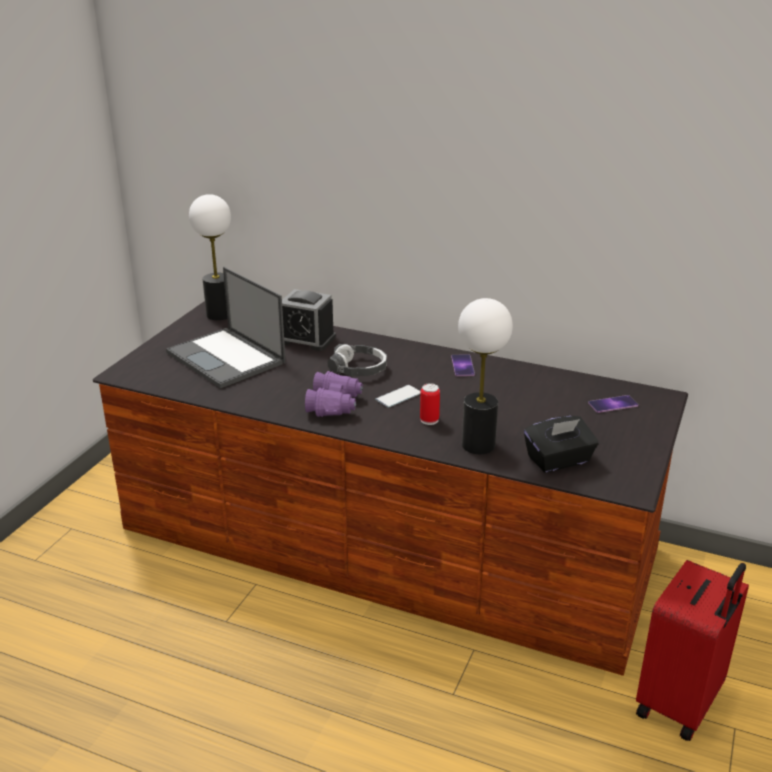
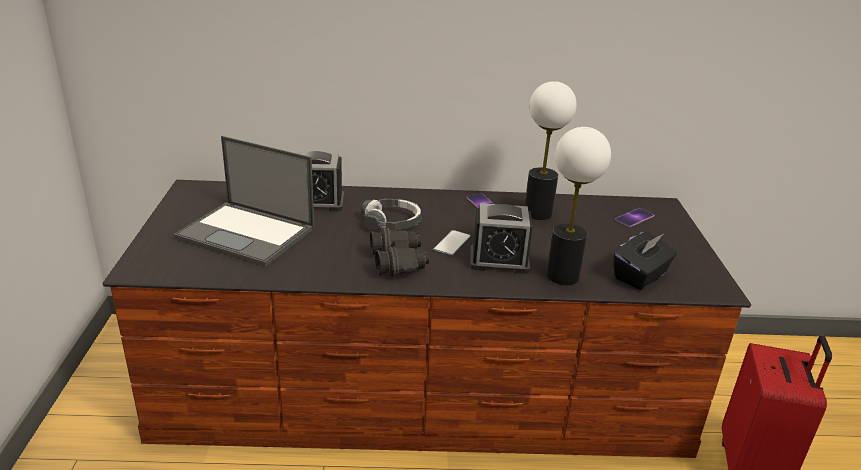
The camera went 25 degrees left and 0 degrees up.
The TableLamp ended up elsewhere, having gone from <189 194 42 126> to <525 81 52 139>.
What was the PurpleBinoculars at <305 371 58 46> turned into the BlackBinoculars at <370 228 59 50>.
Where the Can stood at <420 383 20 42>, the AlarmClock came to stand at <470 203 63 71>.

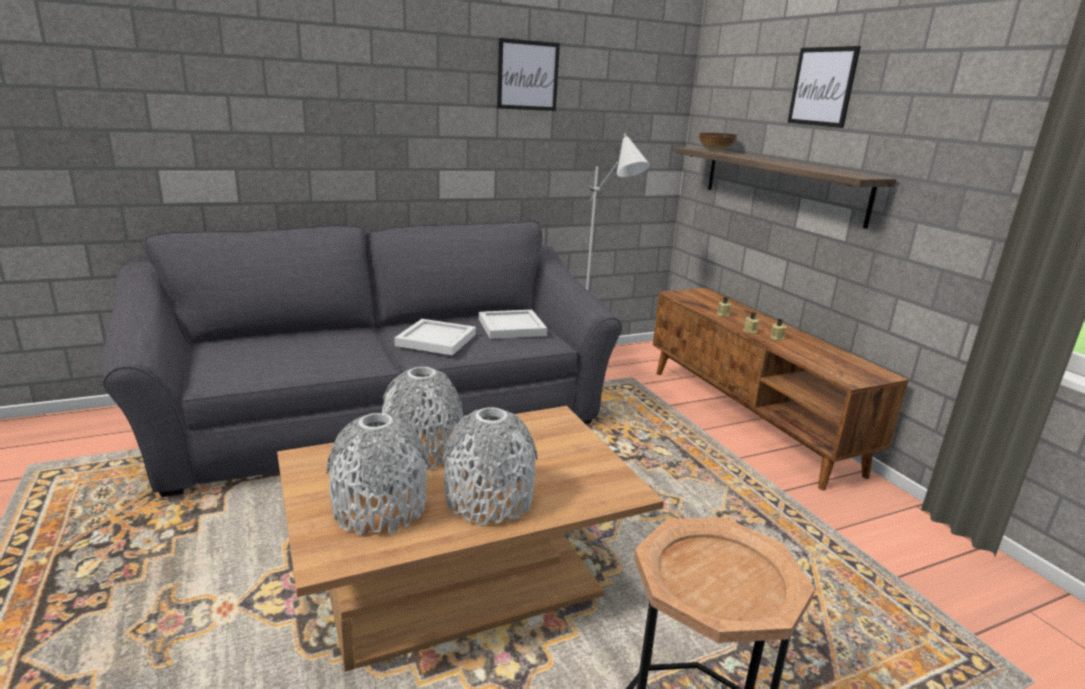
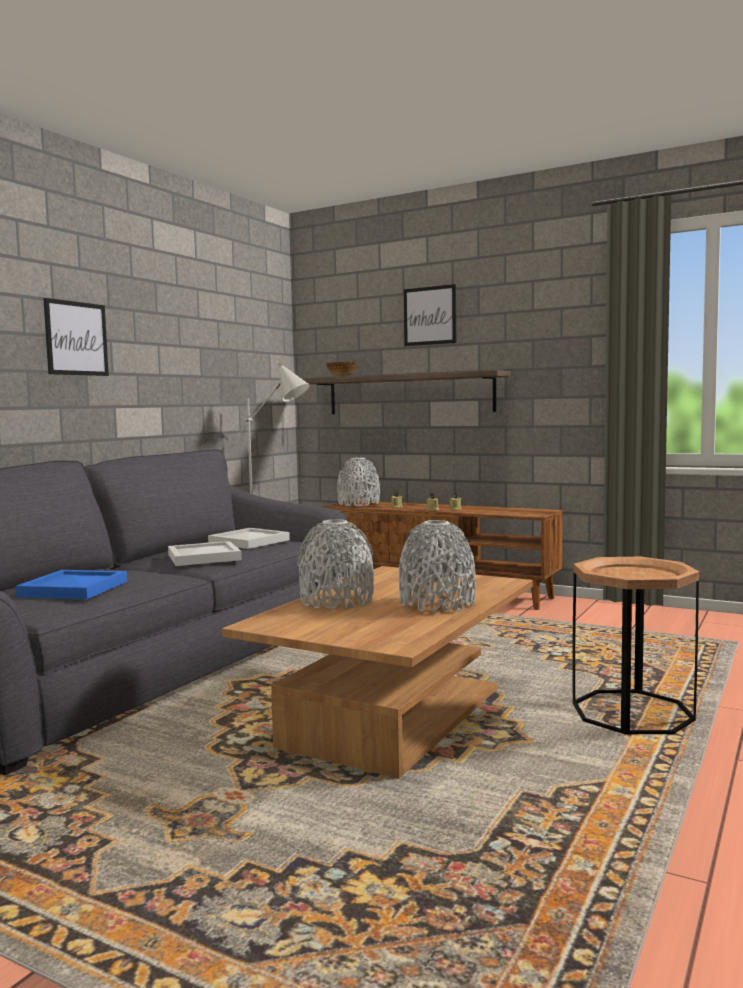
The camera went 35 degrees left and 15 degrees down.
The Picture ended up elsewhere, having gone from <497 38 63 73> to <43 298 66 78>.
The GreyVase ended up elsewhere, having gone from <326 413 102 122> to <337 458 43 49>.
The second view gained the BlueTray at <16 570 111 29>.

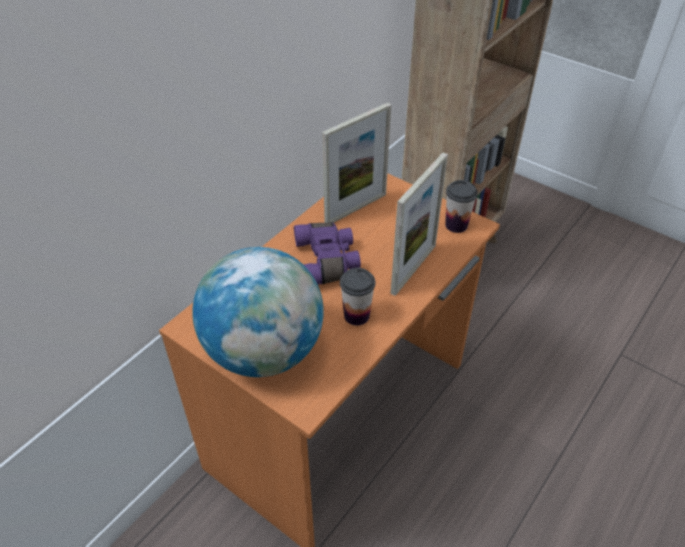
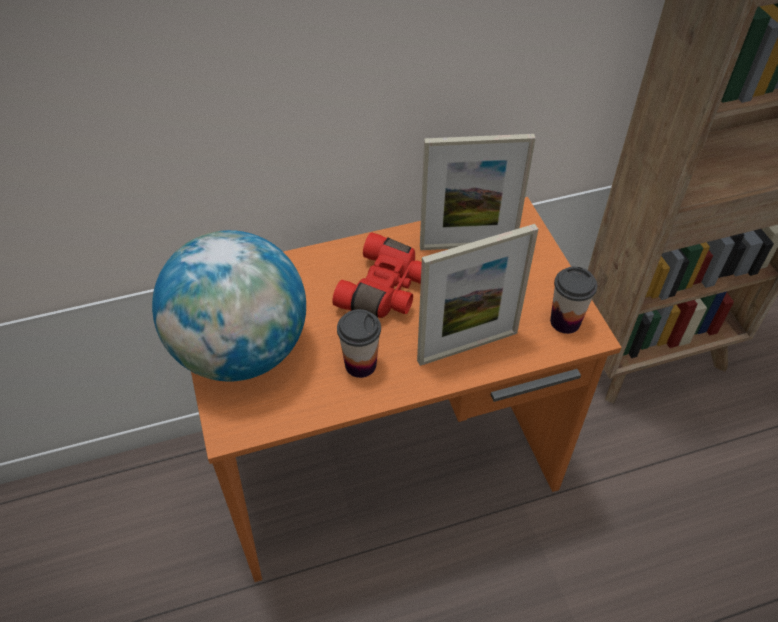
The camera went 35 degrees right and 5 degrees up.
What was the PurpleBinoculars at <294 222 67 63> turned into the RedBinoculars at <332 233 90 85>.

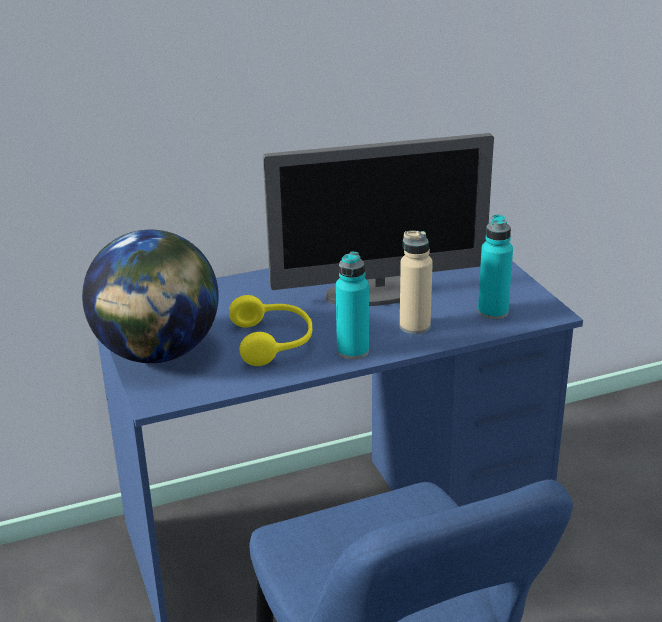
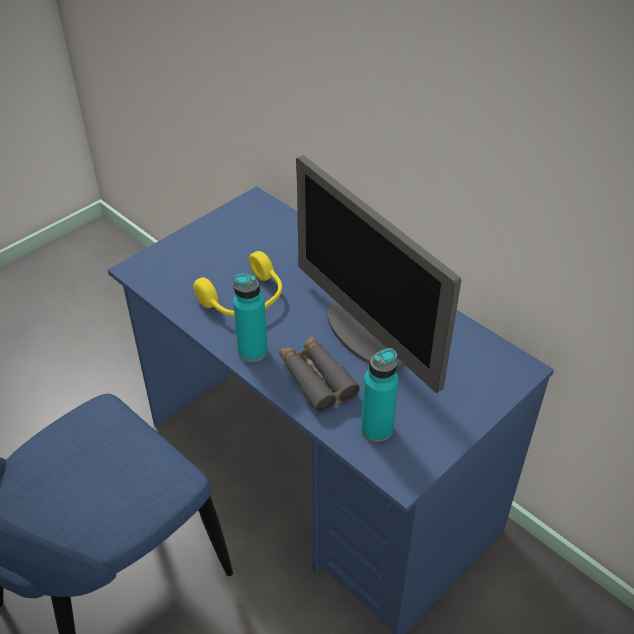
The camera went 65 degrees right and 15 degrees up.
The second view lost the Globe at <82 229 137 134>.
Where the BeigeBottle stood at <400 231 33 104>, the GreyBinoculars came to stand at <279 336 81 77>.

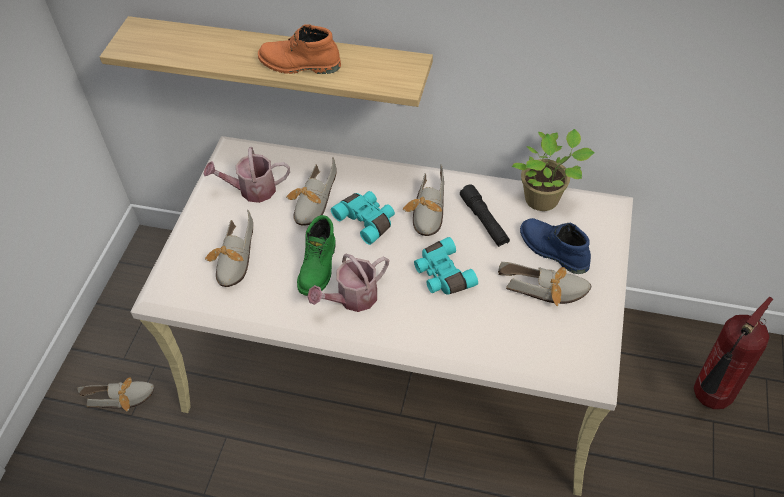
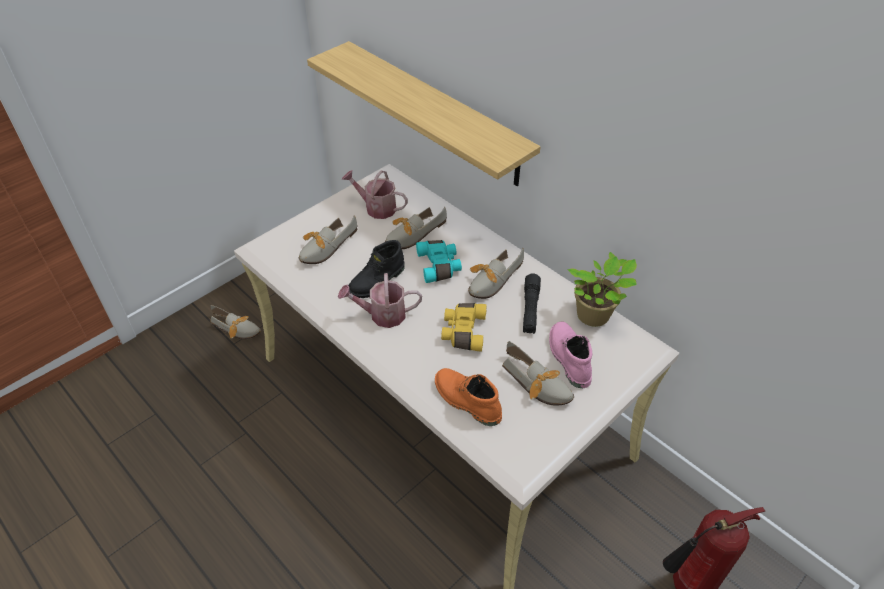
The camera went 30 degrees right and 5 degrees down.
The OrangeBoot ended up elsewhere, having gone from <258 24 83 50> to <435 368 67 58>.
What was the GreenBoot at <297 215 39 81> turned into the BlackBoot at <348 240 57 58>.
What was the BlueBoot at <520 218 71 56> turned into the PinkBoot at <549 321 43 67>.
What was the TurquoiseBinoculars at <414 237 64 58> turned into the YellowBinoculars at <441 303 46 48>.

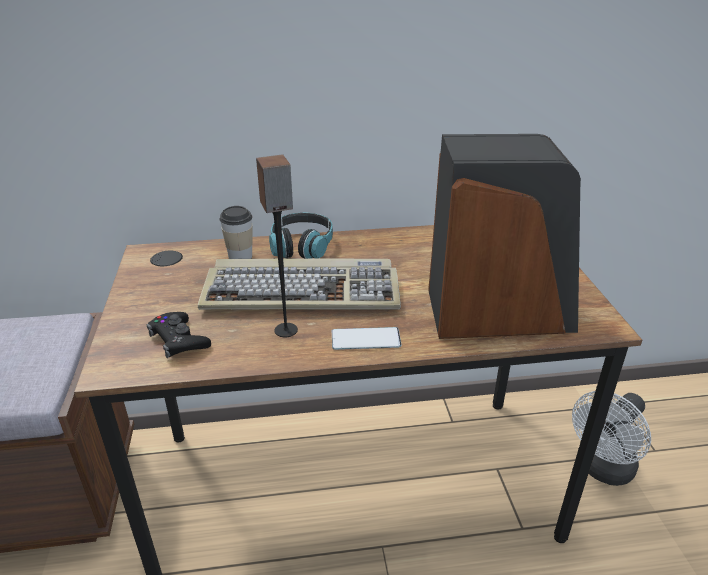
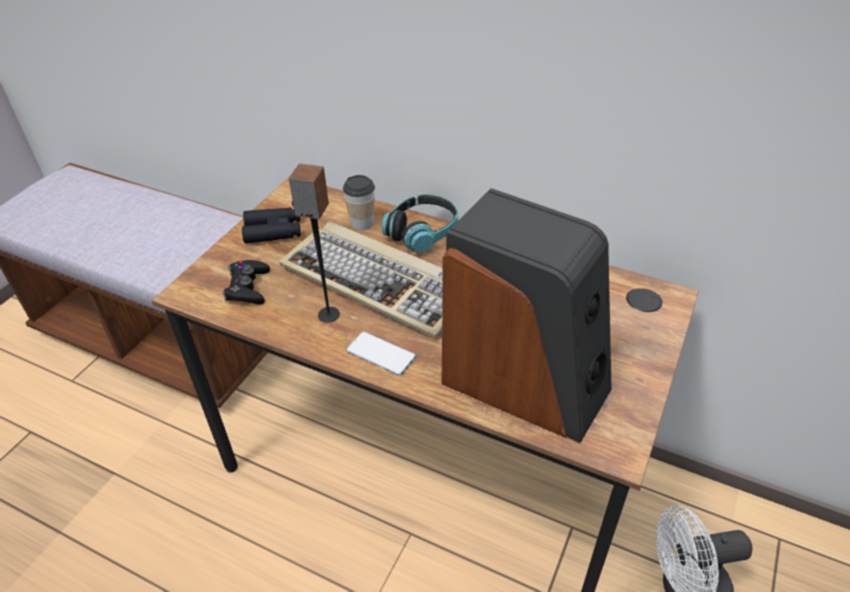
The camera went 35 degrees right and 10 degrees up.
The second view gained the BlackBinoculars at <242 207 59 37>.

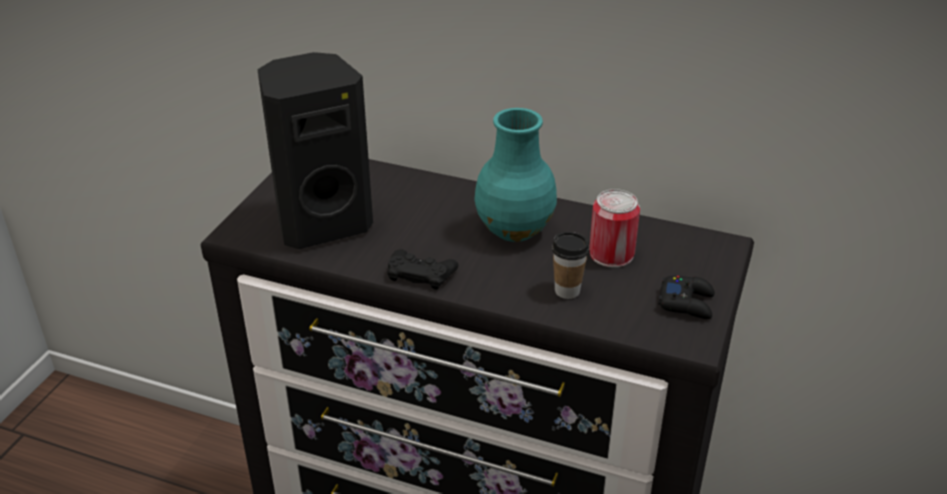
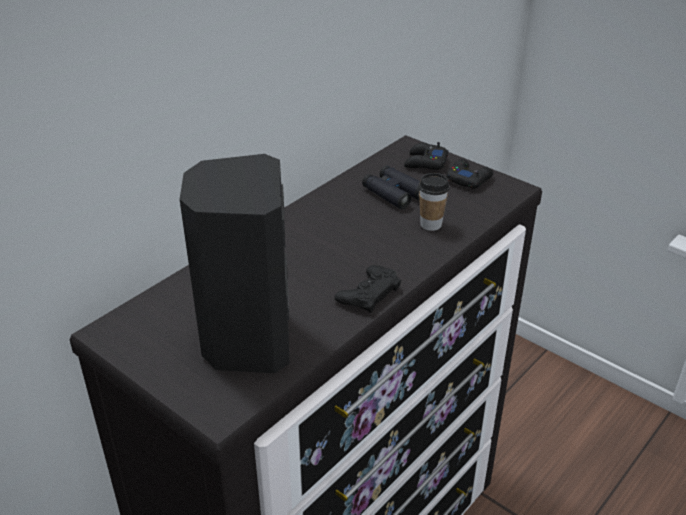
The camera went 70 degrees left and 0 degrees up.
The second view lost the TurquoiseVase at <474 108 83 134>.
Where the Can stood at <589 189 51 78>, the BlackBinoculars came to stand at <362 166 58 43>.
The second view gained the BlackGameController at <404 142 45 28>.

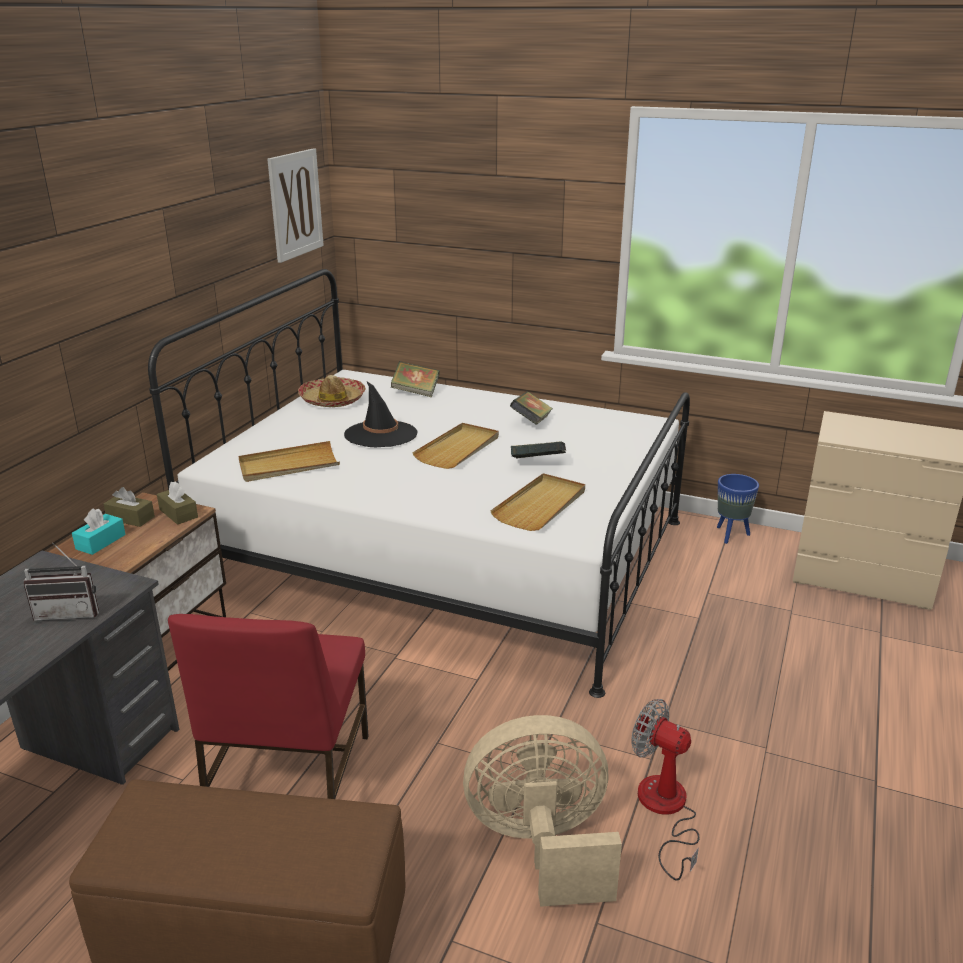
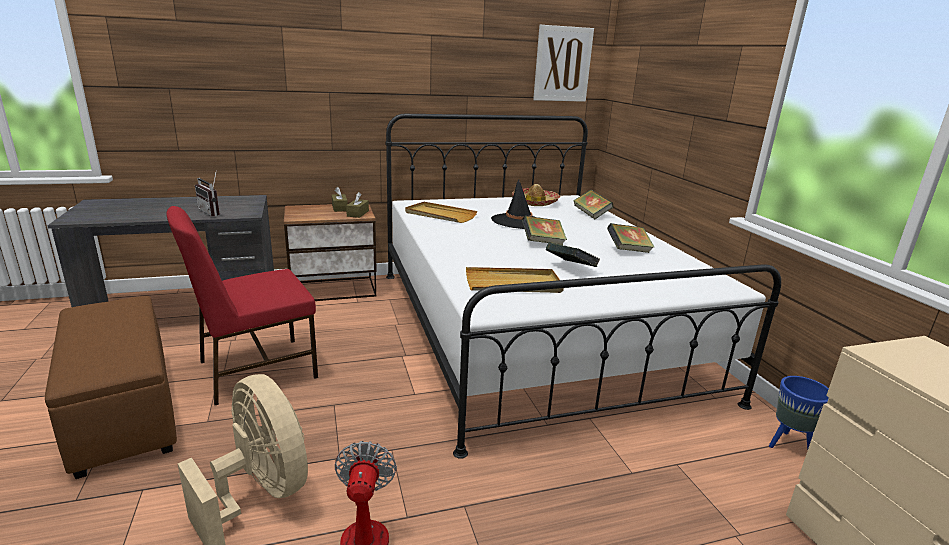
The camera went 50 degrees right and 5 degrees down.
Where the BeigeTray stood at <412 423 87 46>, the Book came to stand at <522 216 45 29>.
The second view lost the TurquoiseTissueBox at <72 508 54 47>.

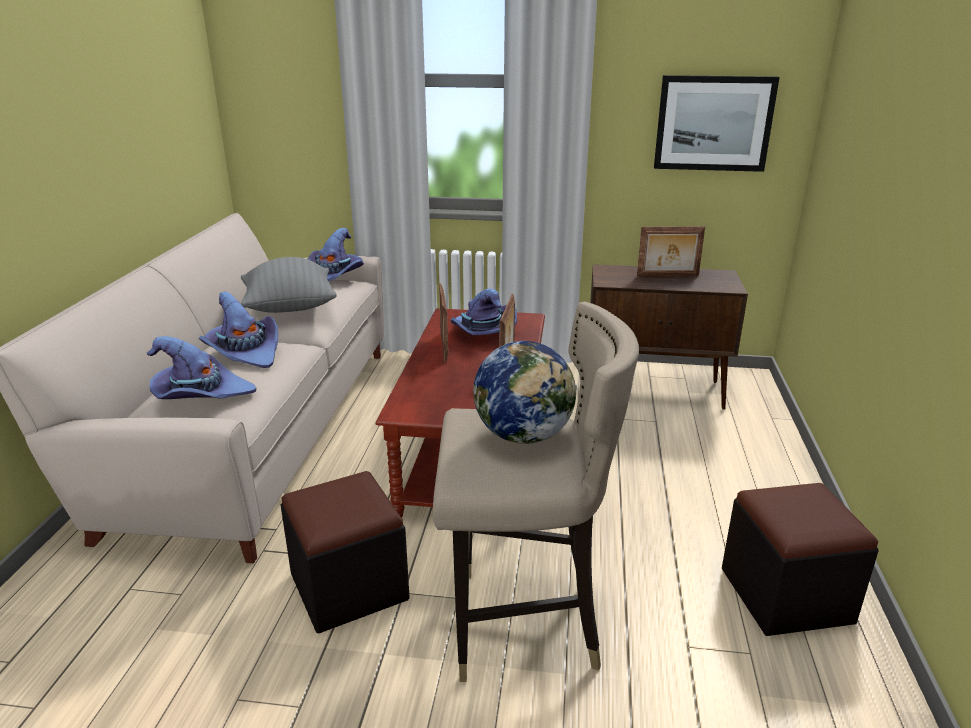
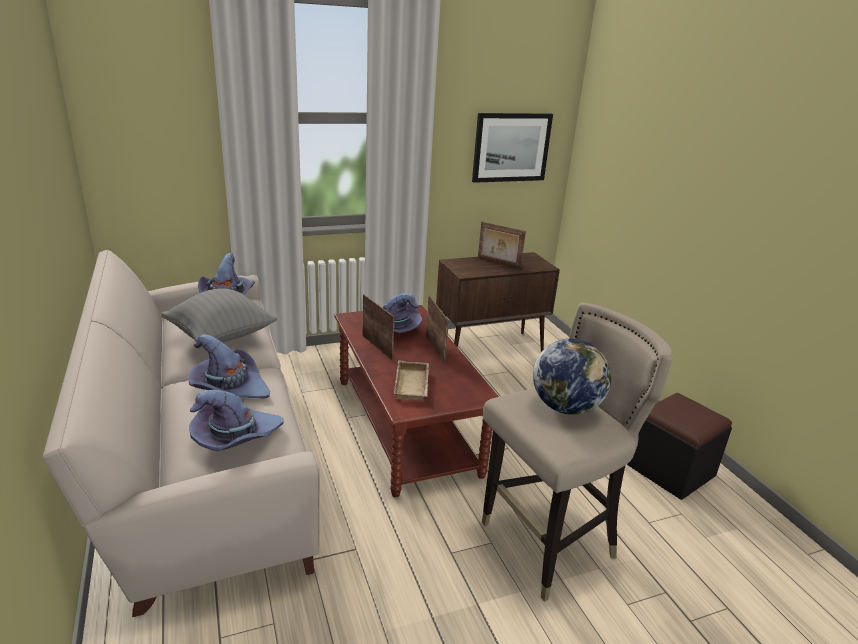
The camera went 30 degrees left and 0 degrees up.
The PictureFrame at <637 226 68 50> ended up facing another way, 60 degrees clockwise from before.
The second view lost the BlackOttoman at <281 471 129 163>.
The second view gained the BeigeTray at <394 360 35 40>.

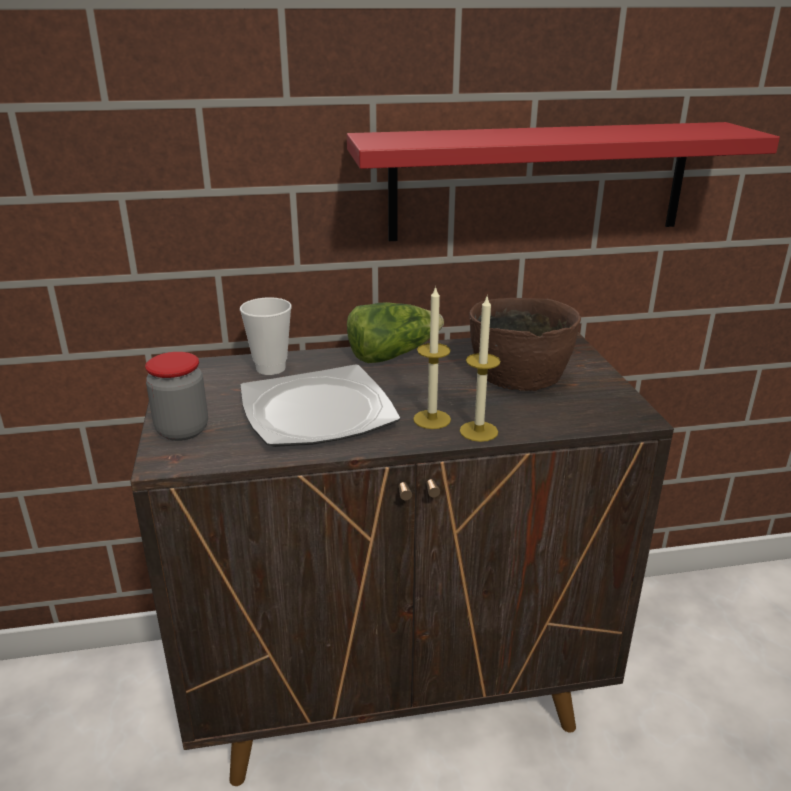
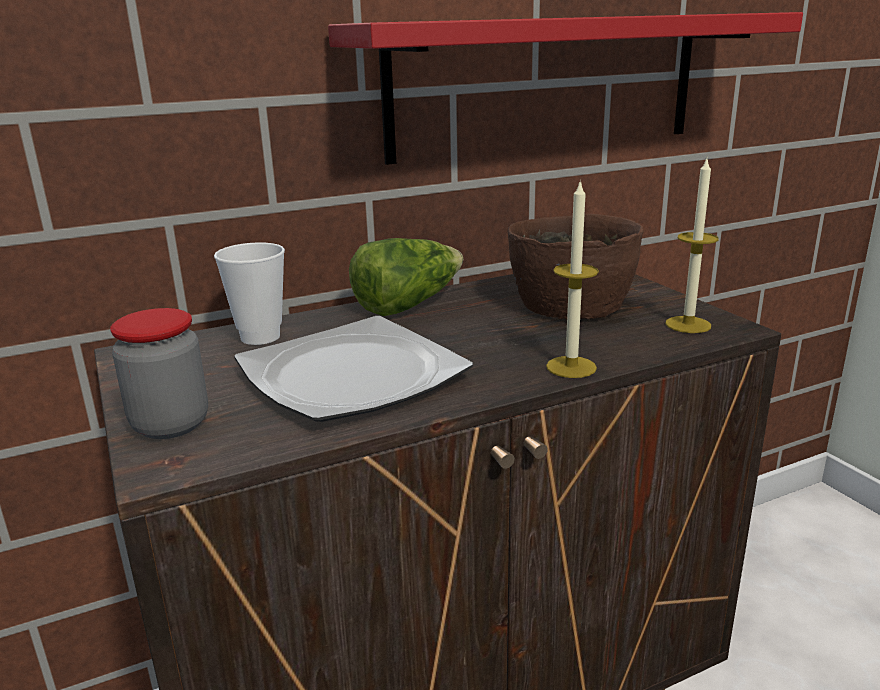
The camera went 15 degrees left and 5 degrees down.
The Candle ended up elsewhere, having gone from <413 286 38 143> to <665 156 54 177>.

